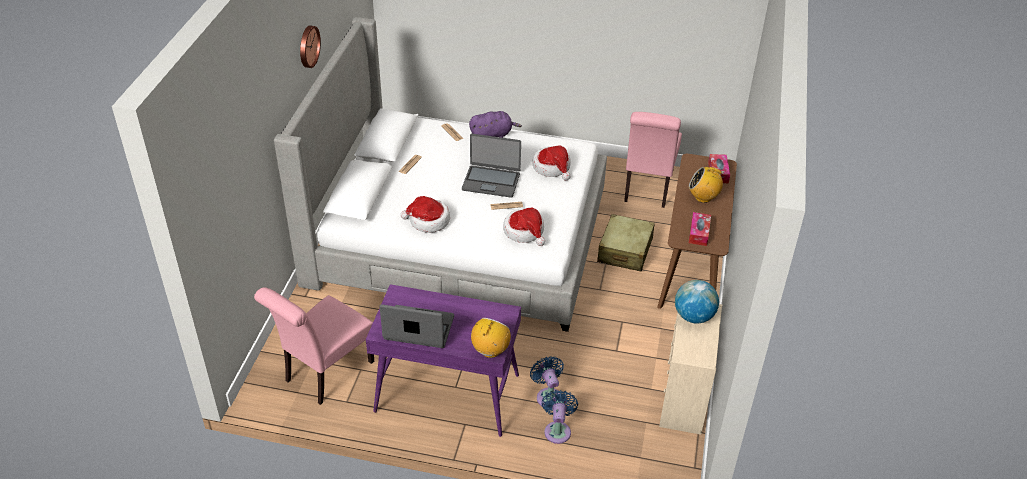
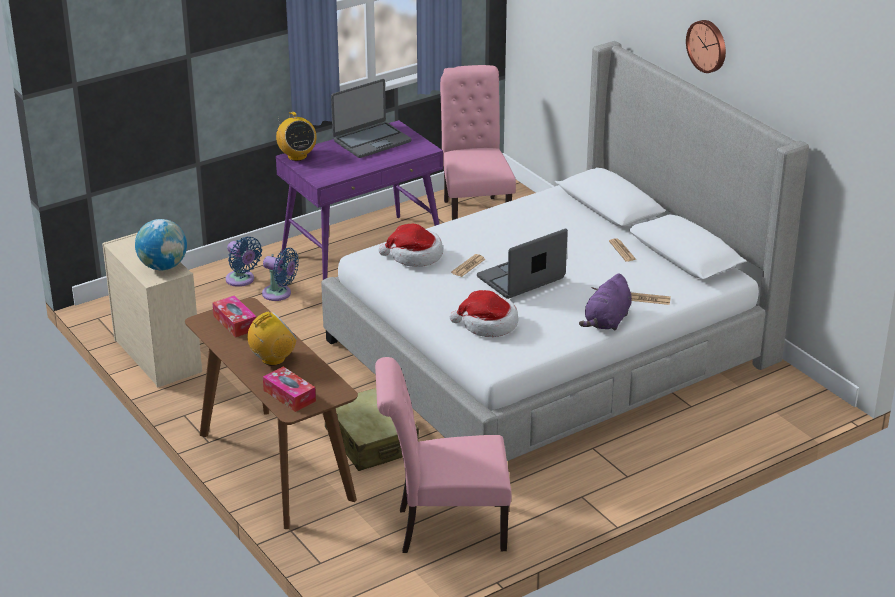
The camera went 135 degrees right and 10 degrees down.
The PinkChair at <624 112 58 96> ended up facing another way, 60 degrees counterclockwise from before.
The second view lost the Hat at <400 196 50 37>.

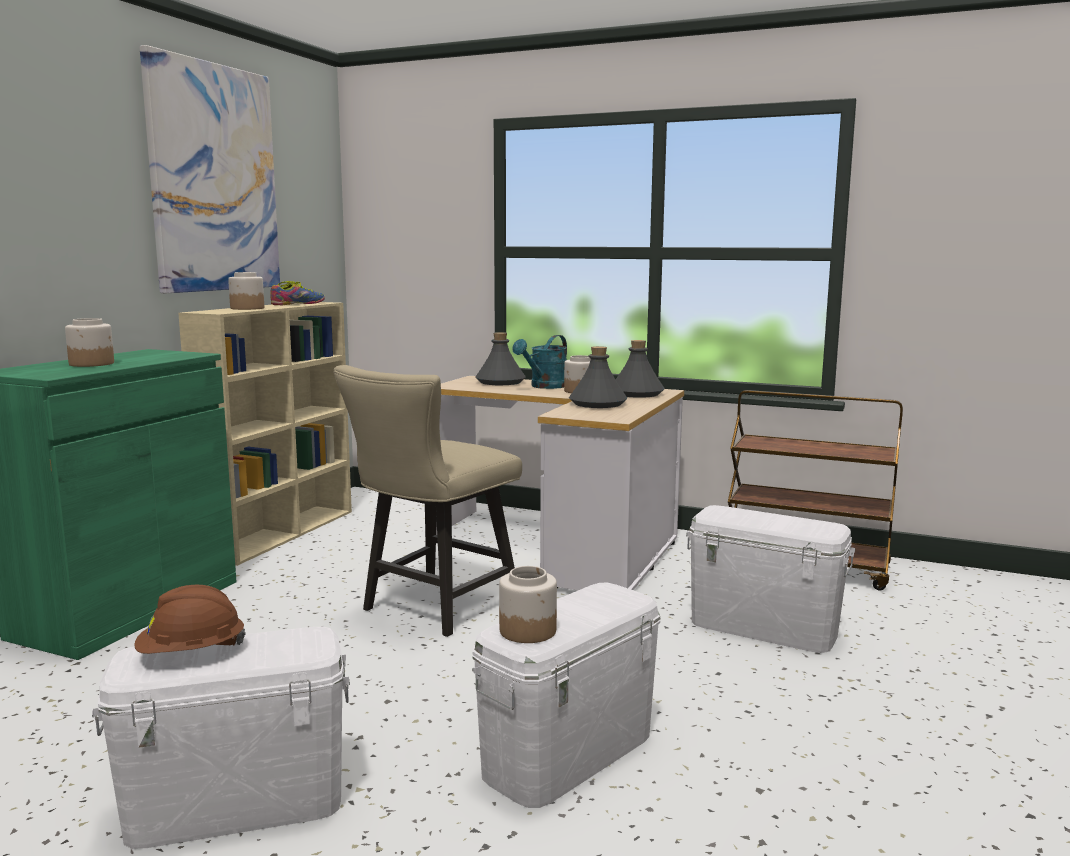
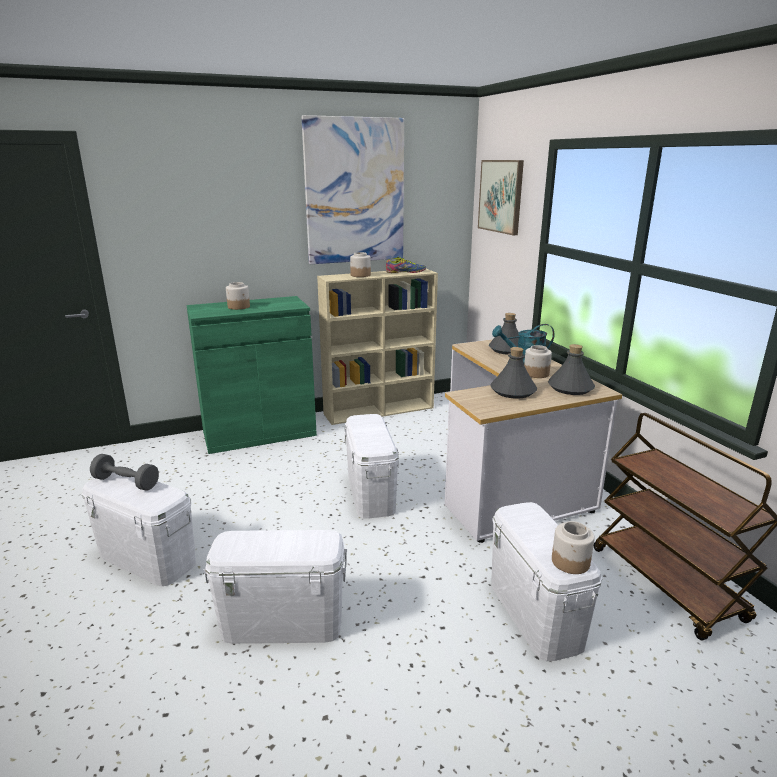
The camera went 45 degrees right and 10 degrees up.
Where the BeigeChair stood at <333 365 189 272>, the WhiteStorageBox came to stand at <344 414 55 104>.
The Jar ended up elsewhere, having gone from <499 566 58 77> to <552 521 43 53>.
Where the BrownHardHat stood at <134 585 112 69>, the GreyDumbbell came to stand at <90 454 69 37>.
The second view gained the Picture at <478 160 46 75>.

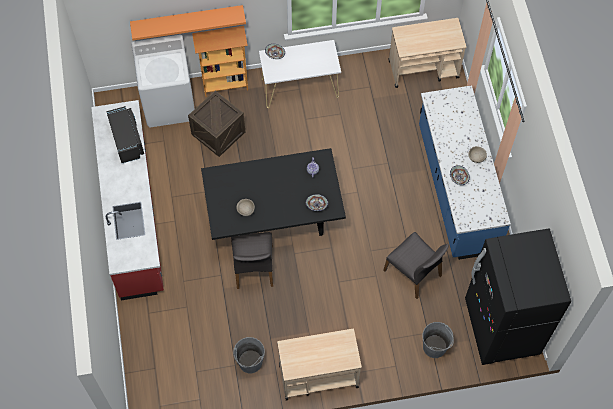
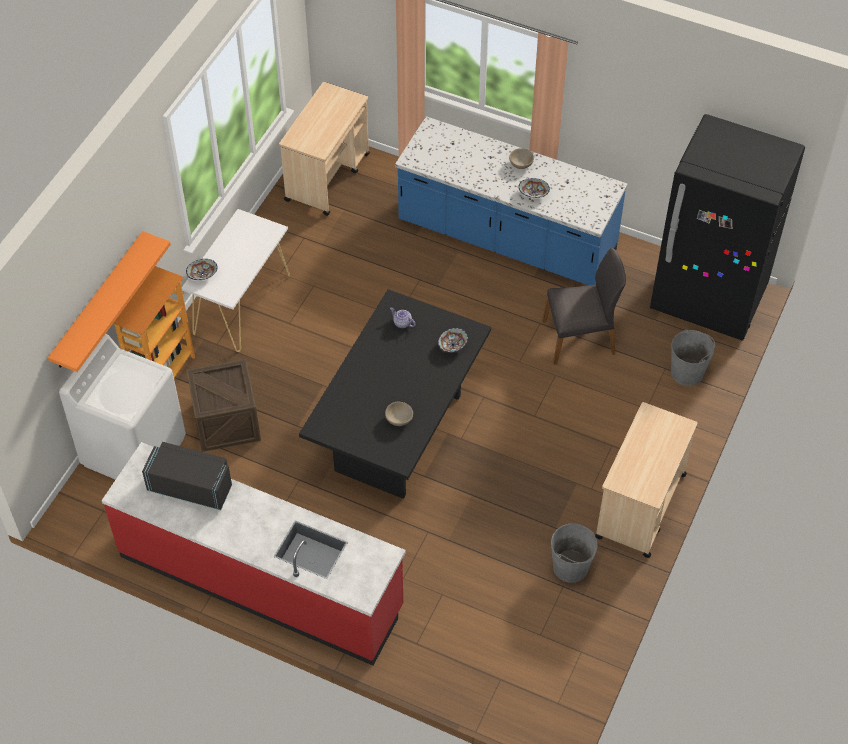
The camera went 55 degrees left and 10 degrees down.
The second view lost the GreyChair at <231 232 42 57>.

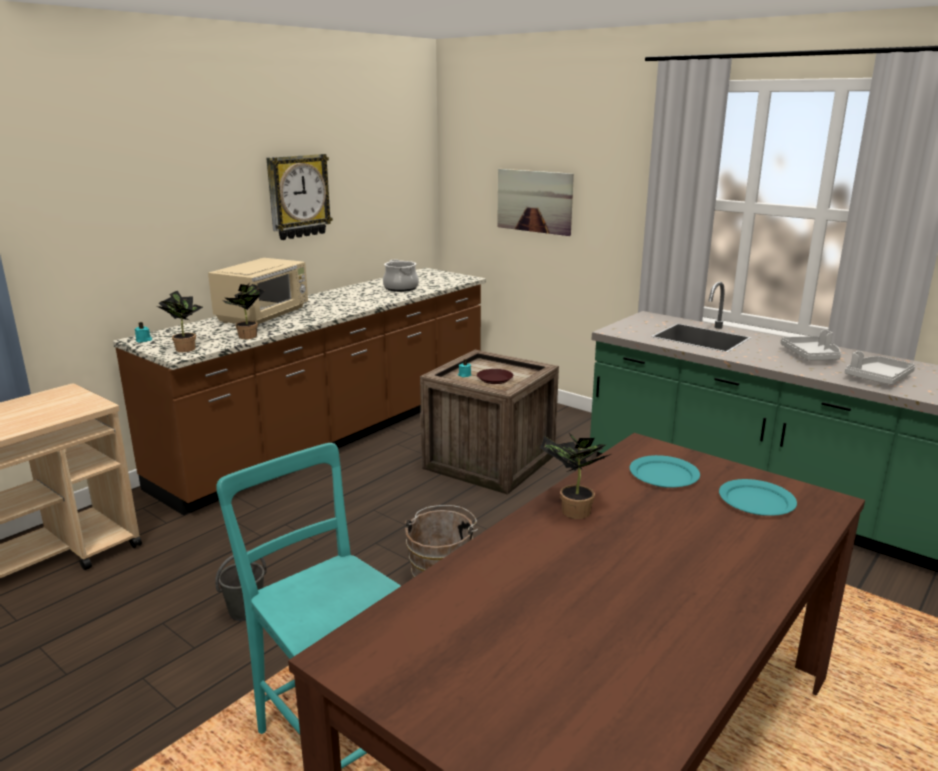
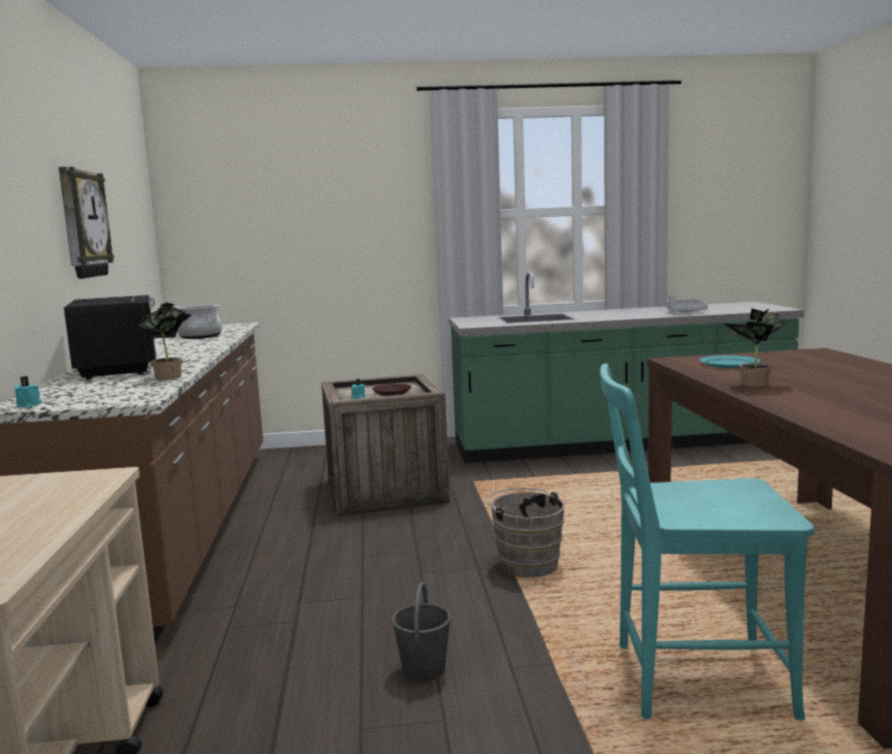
The camera went 45 degrees left and 10 degrees down.
The second view lost the Picture at <497 169 77 67>.
What was the BeigeMicrowave at <208 258 100 66> turned into the BlackMicrowave at <64 295 92 85>.
The second view lost the PottedPlant at <157 291 46 61>.
The second view lost the GreyTray at <781 330 60 31>.
The second view lost the TurquoisePlate at <719 479 78 37>.

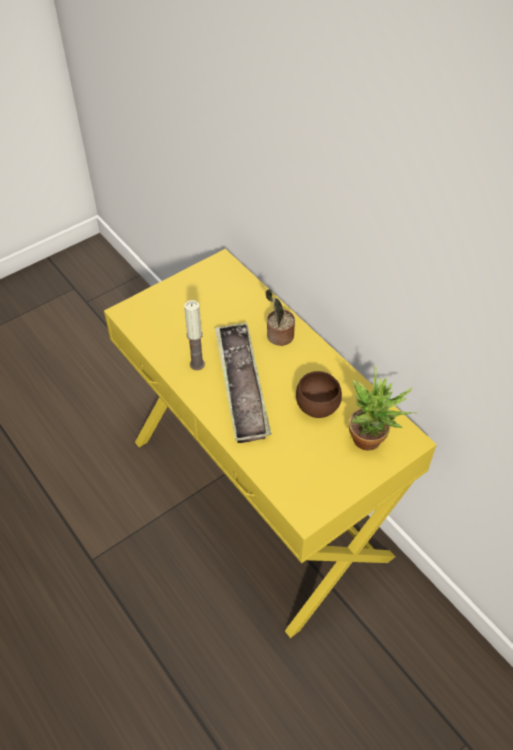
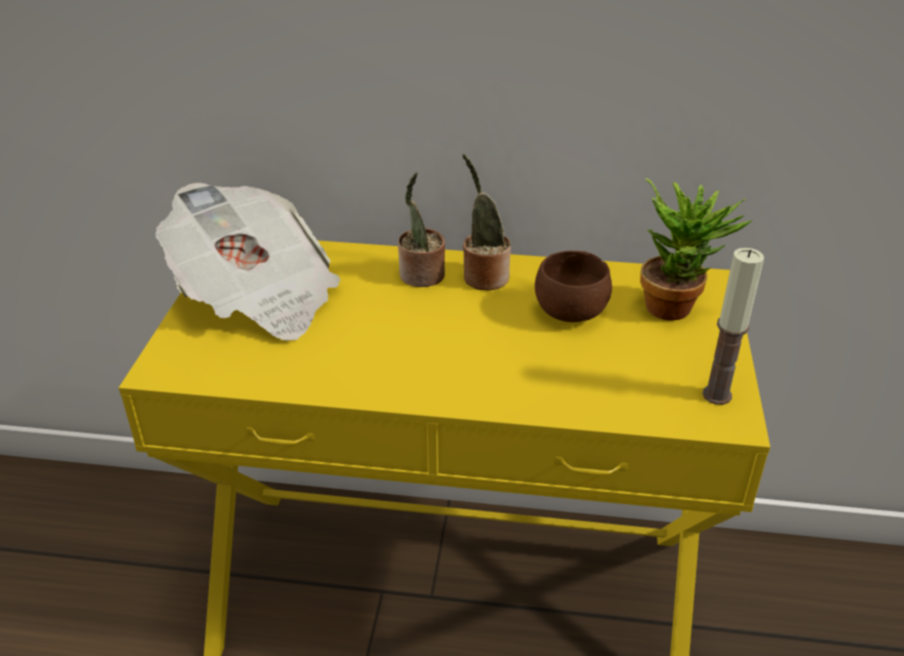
The camera went 45 degrees left and 15 degrees down.
The Candle ended up elsewhere, having gone from <184 300 21 70> to <702 248 62 157>.
The second view lost the Tray at <215 322 57 121>.
The second view gained the PottedPlant at <462 154 49 136>.
The second view gained the Newspaper at <156 182 185 159>.

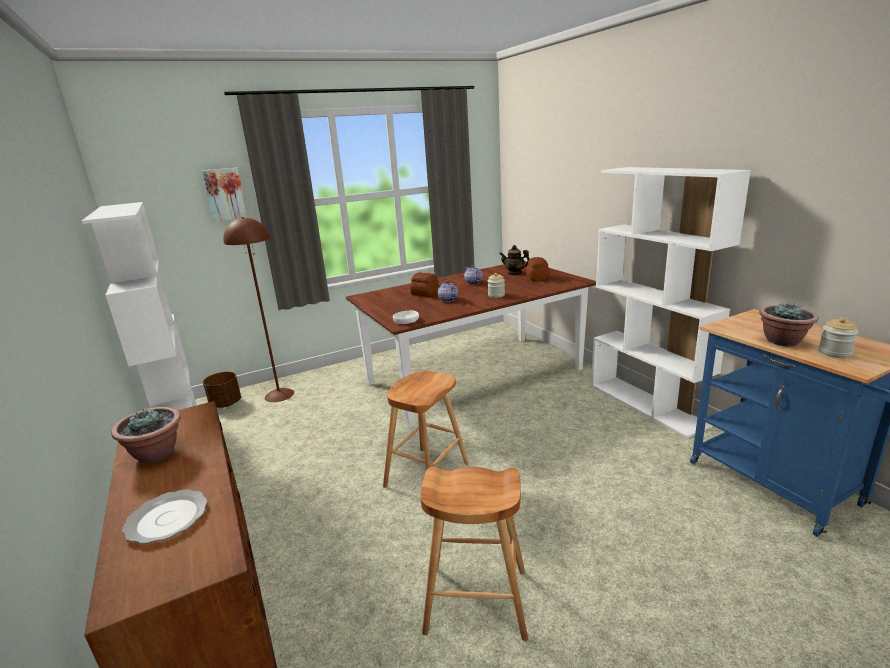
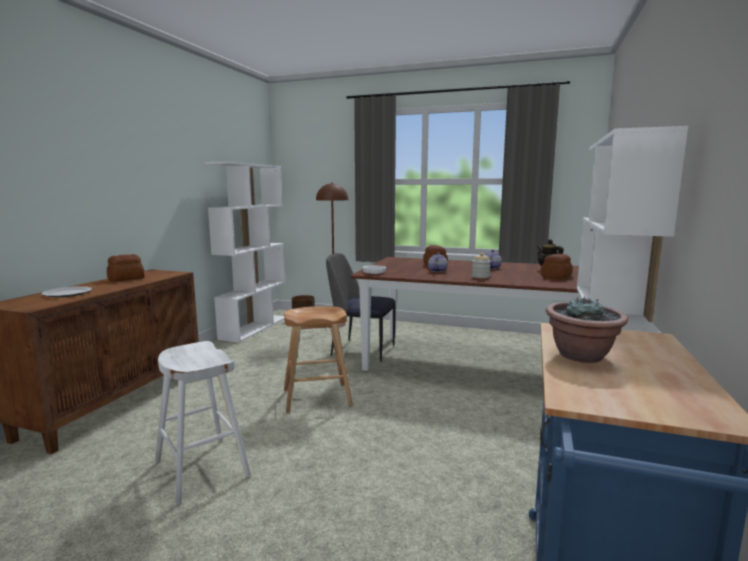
The camera went 45 degrees right and 10 degrees down.
The second view lost the Picture at <202 168 46 54>.
The second view lost the Jar at <818 317 41 41>.
Where the PottedPlant stood at <111 407 70 56>, the Bread came to stand at <107 254 38 28>.
What was the BrownStool at <420 467 108 174> turned into the WhiteStool at <155 341 96 164>.
The second view gained the Chair at <326 253 70 109>.

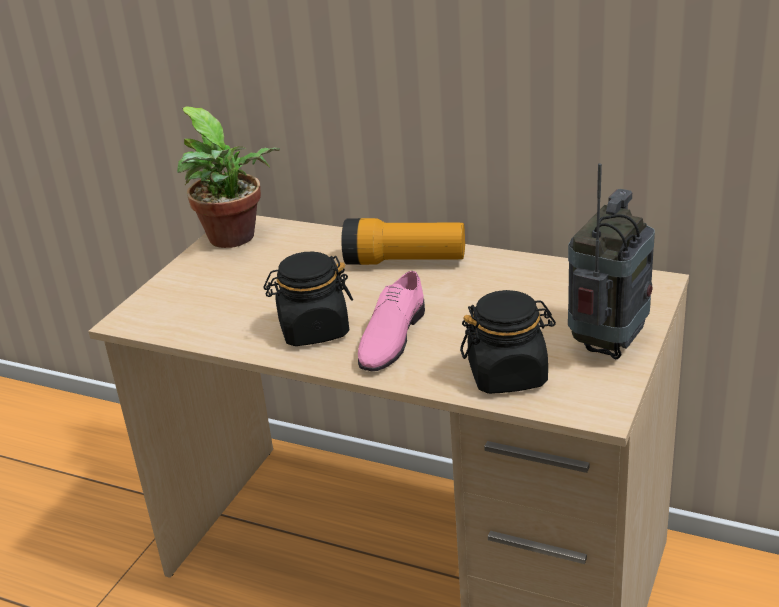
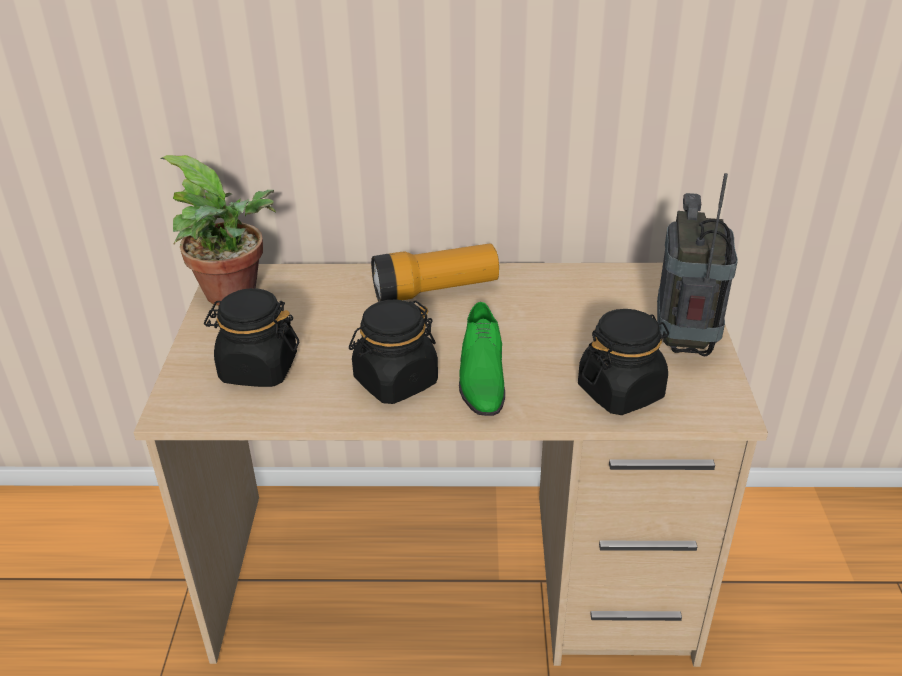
The camera went 25 degrees left and 5 degrees up.
What was the PinkShoe at <358 271 67 100> turned into the GreenShoe at <459 302 46 114>.
The second view gained the BlackJar at <204 288 95 99>.

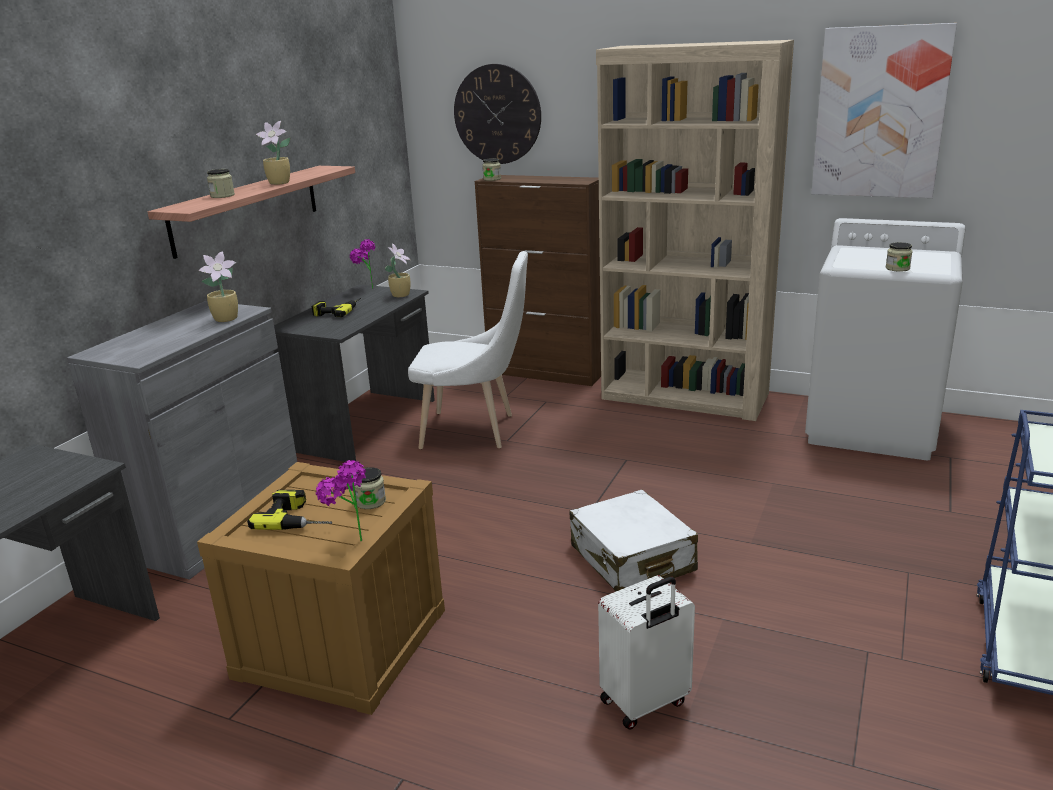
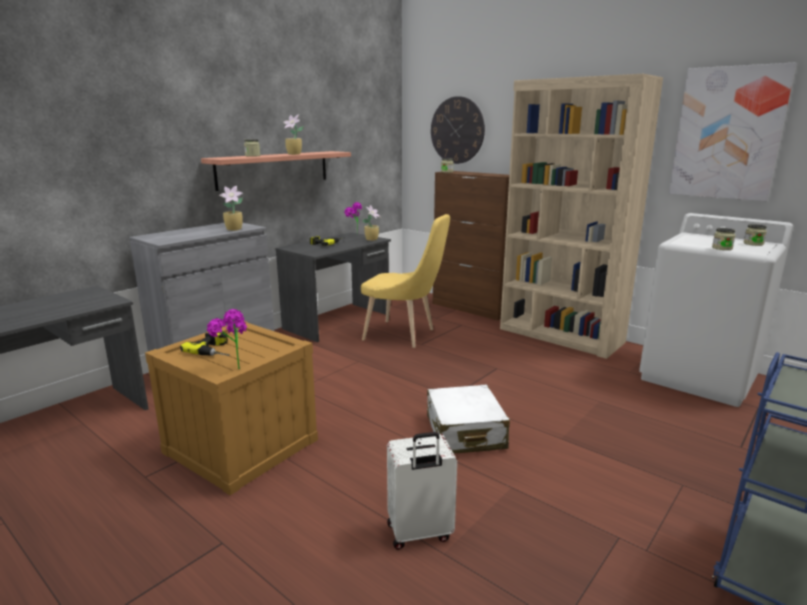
The camera went 15 degrees right and 5 degrees down.
What was the WhiteChair at <408 251 120 198> turned into the YellowChair at <361 214 89 134>.
The Jar ended up elsewhere, having gone from <355 467 31 42> to <744 224 23 22>.

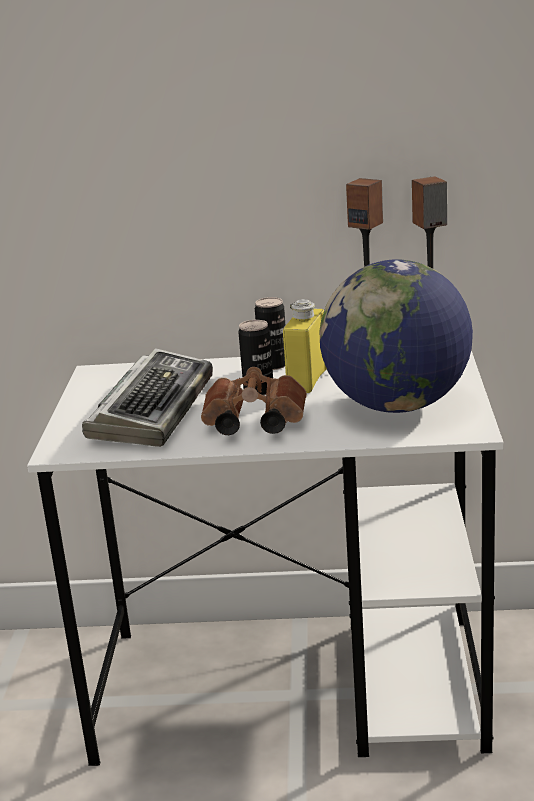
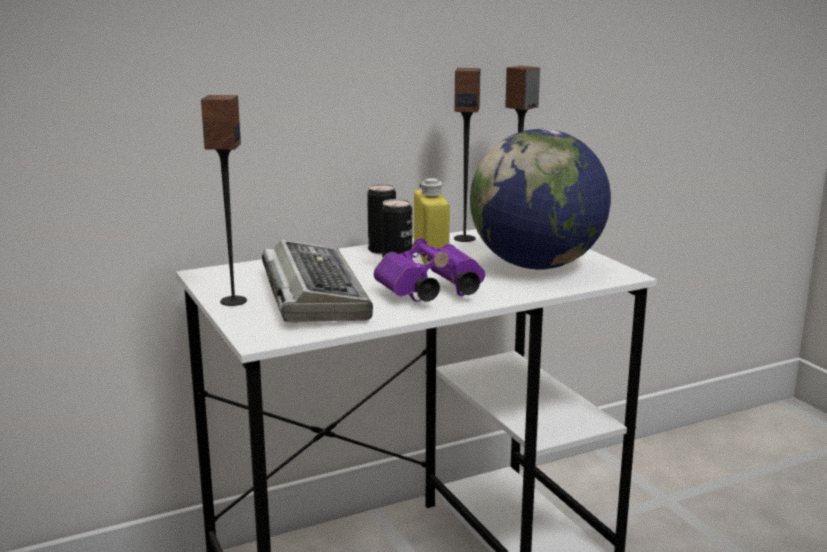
The camera went 30 degrees left and 5 degrees down.
What was the BrownBinoculars at <201 367 106 68> turned into the PurpleBinoculars at <373 238 112 63>.
The second view gained the Speaker at <201 95 46 211>.

